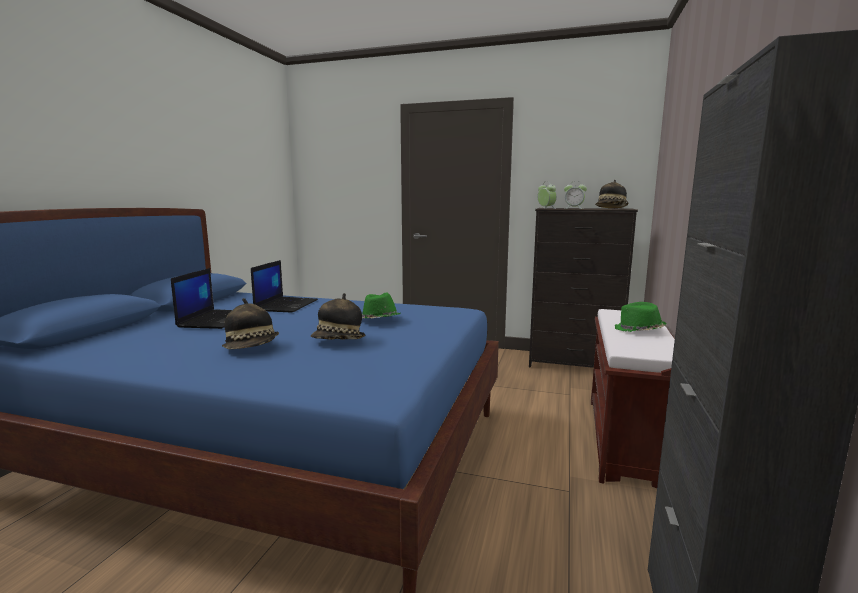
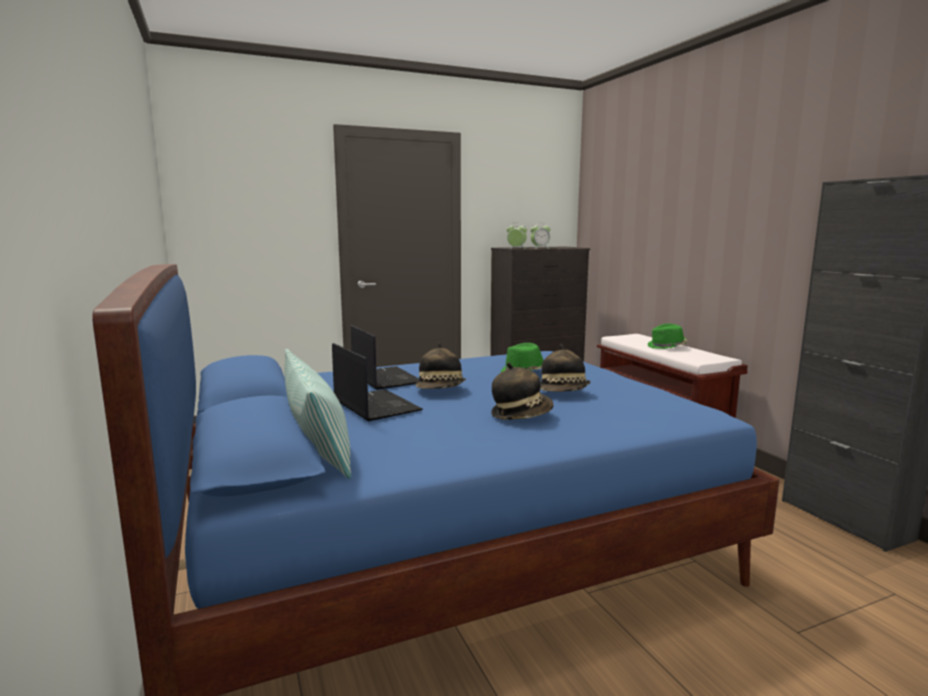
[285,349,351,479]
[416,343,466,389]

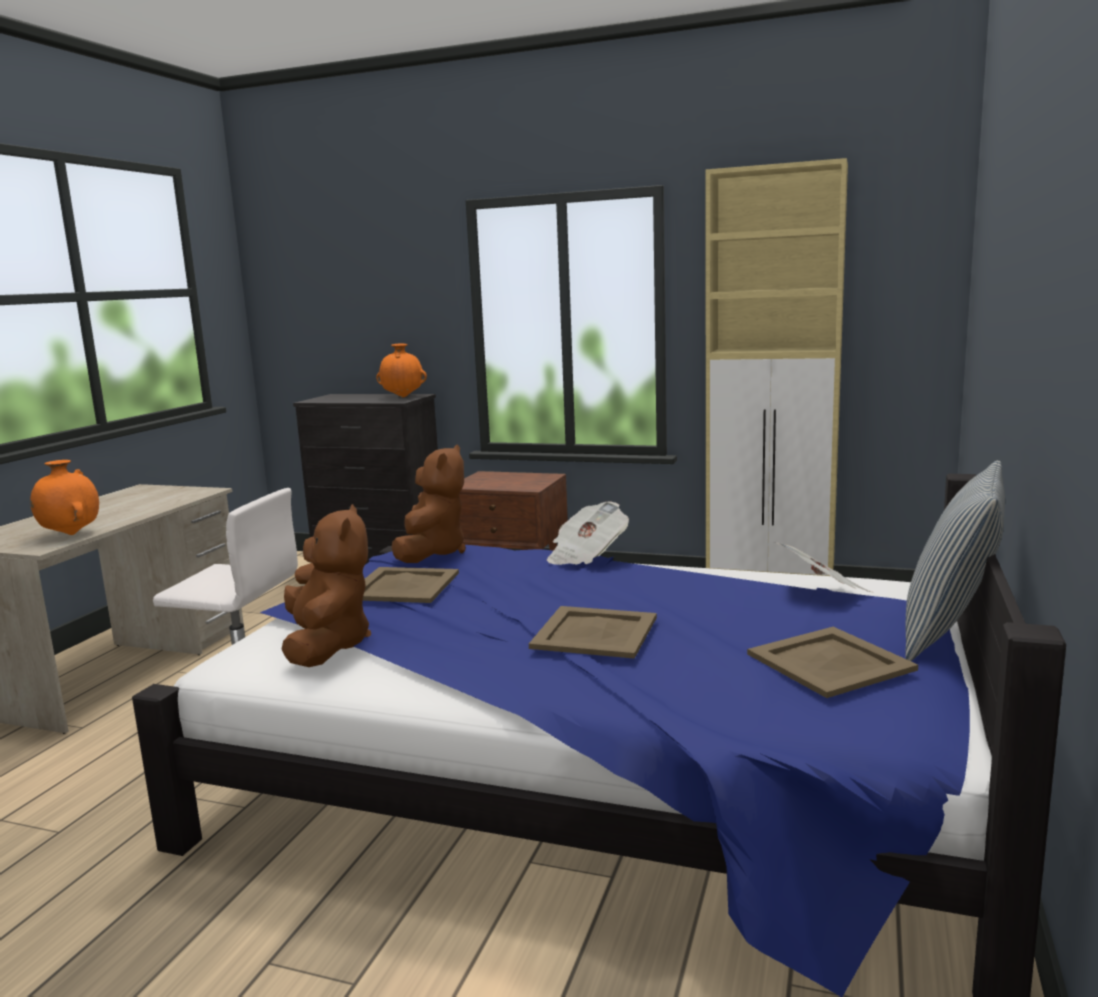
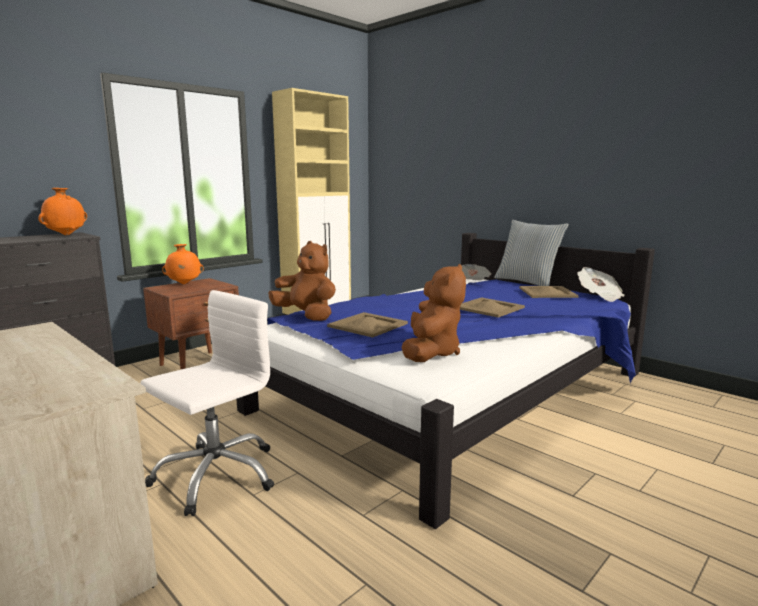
[162,244,204,284]
[401,264,466,362]
[577,267,625,302]

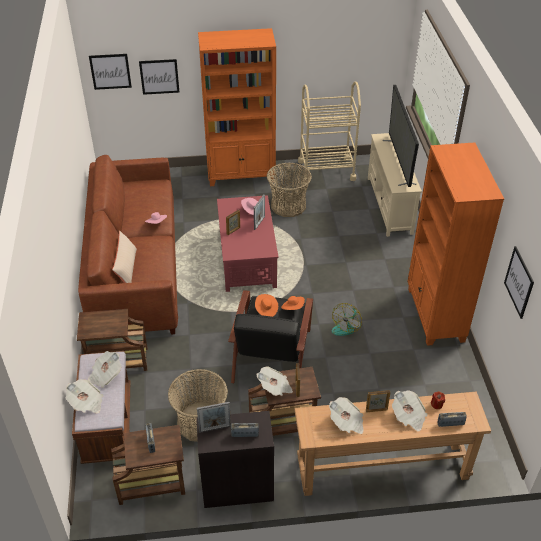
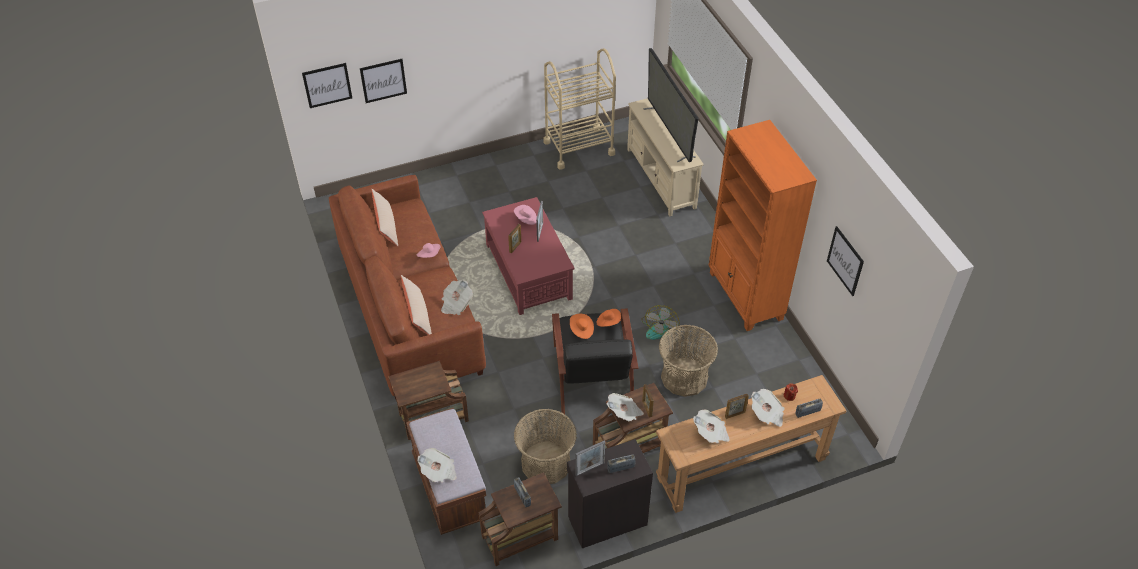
[371,189,398,246]
[441,280,473,315]
[659,325,718,397]
[198,28,276,186] (first image)

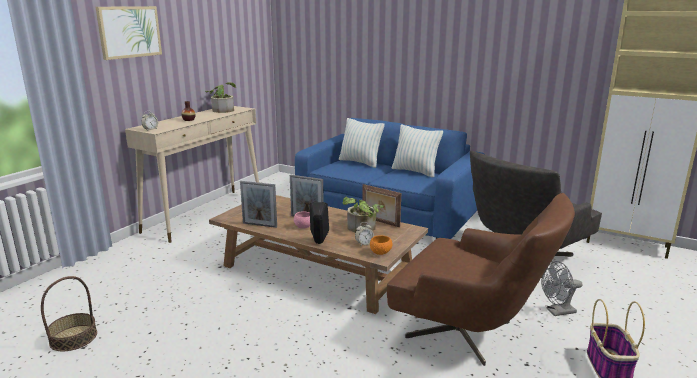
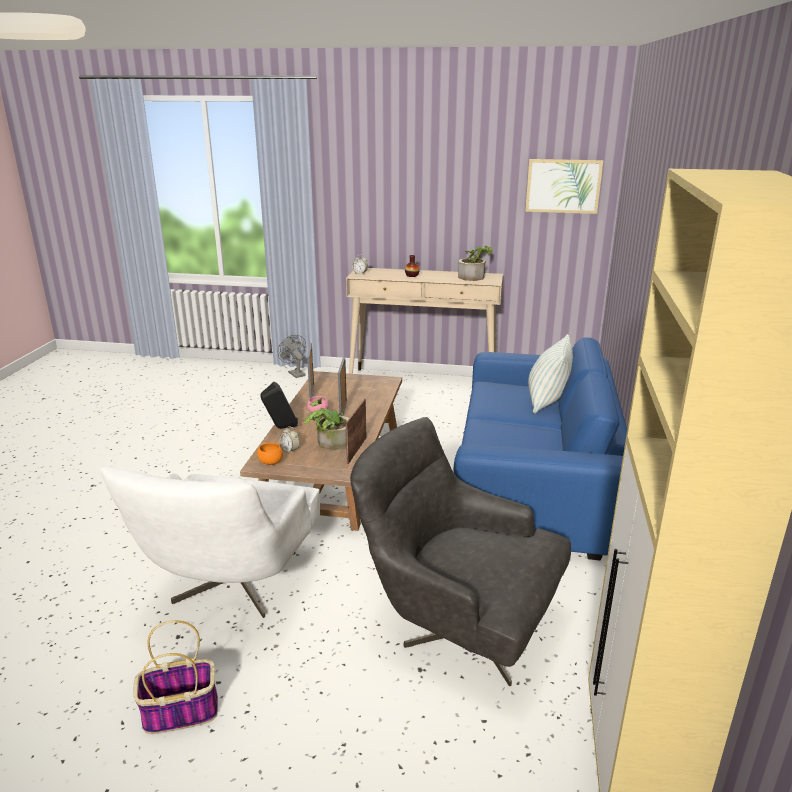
[100,466,320,618]
[278,335,306,378]
[525,159,603,214]
[41,276,97,351] (first image)
[392,124,443,178] (first image)

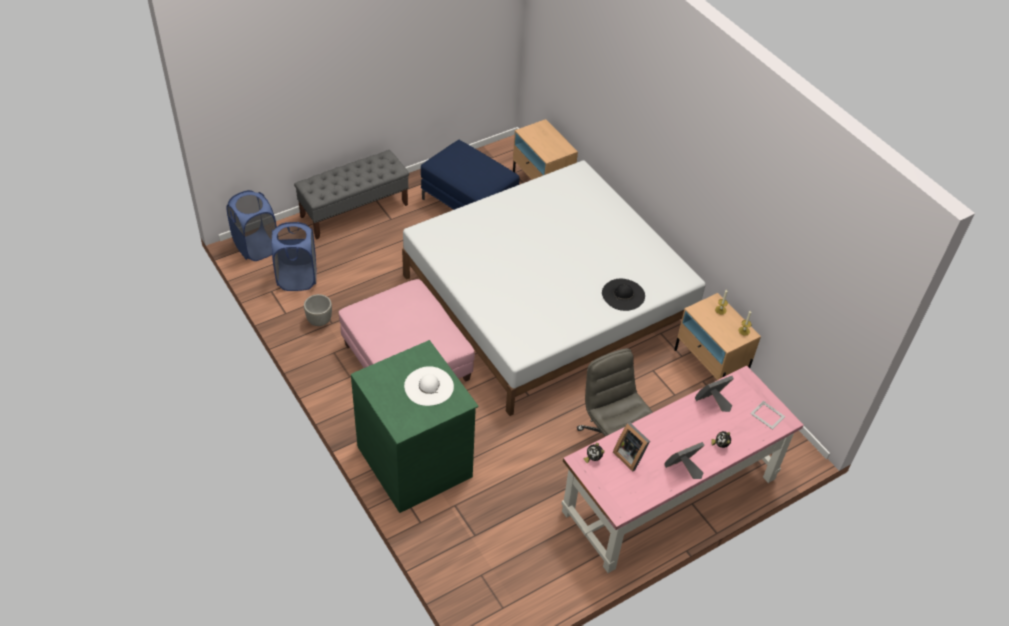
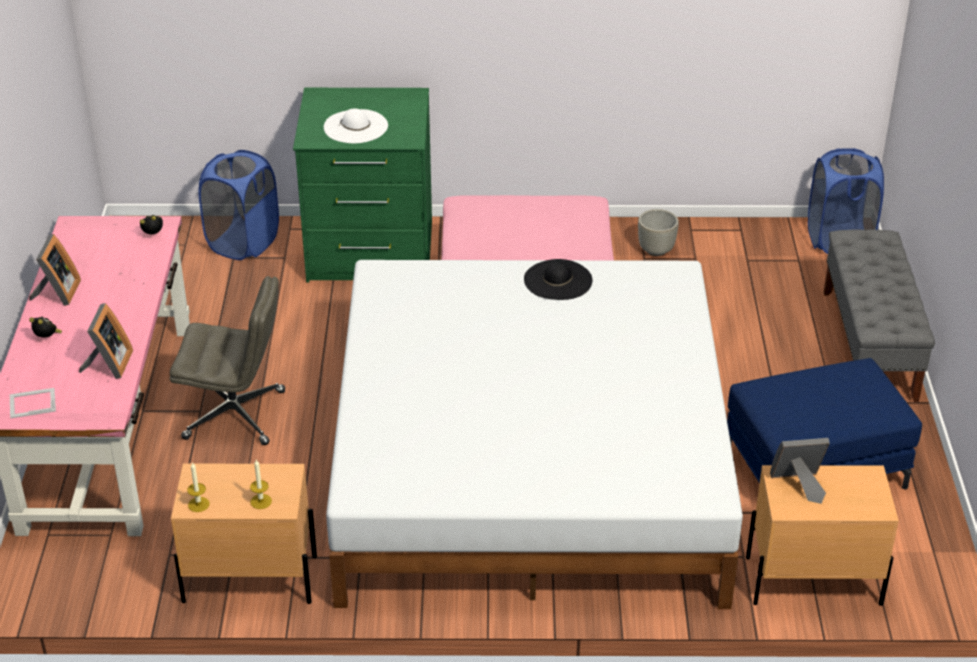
[198,150,279,260]
[524,259,592,300]
[770,438,830,504]

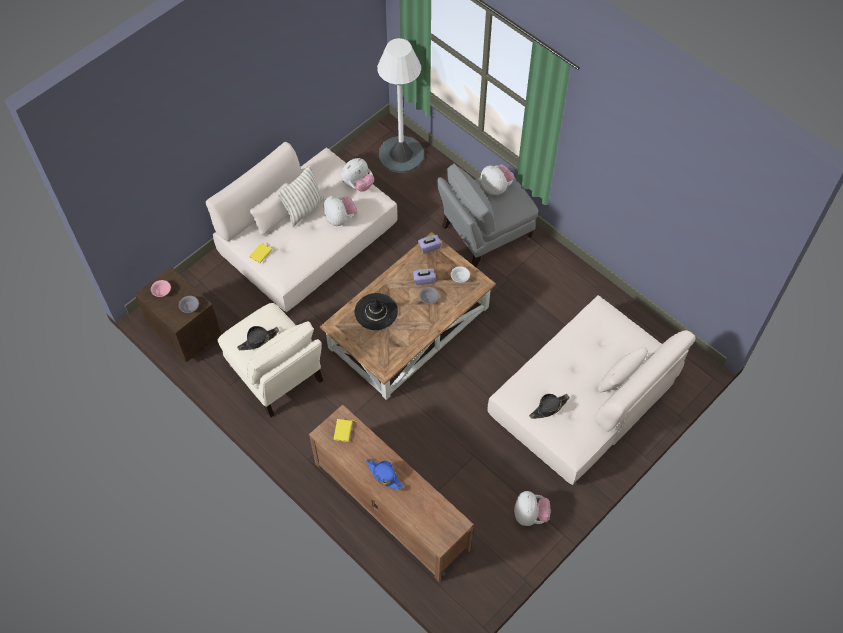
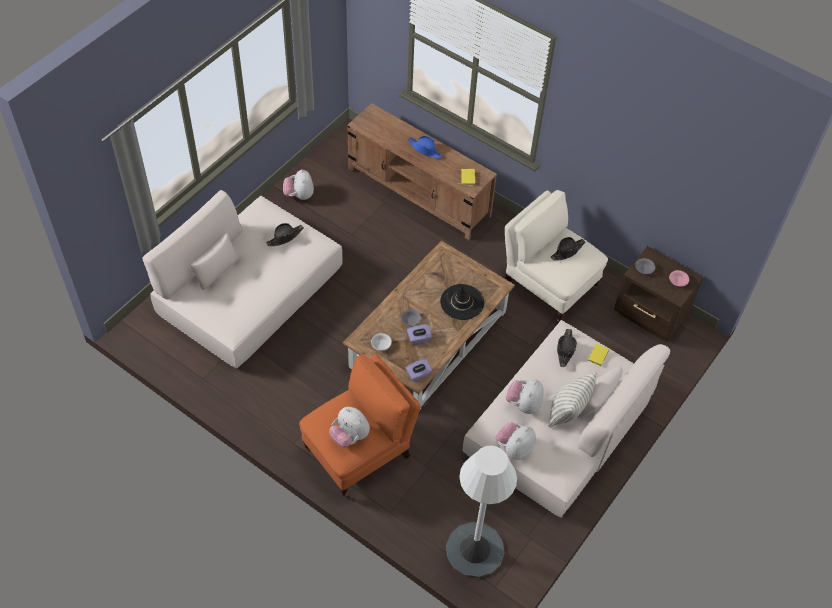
[299,354,420,497]
[506,379,544,414]
[557,329,577,367]

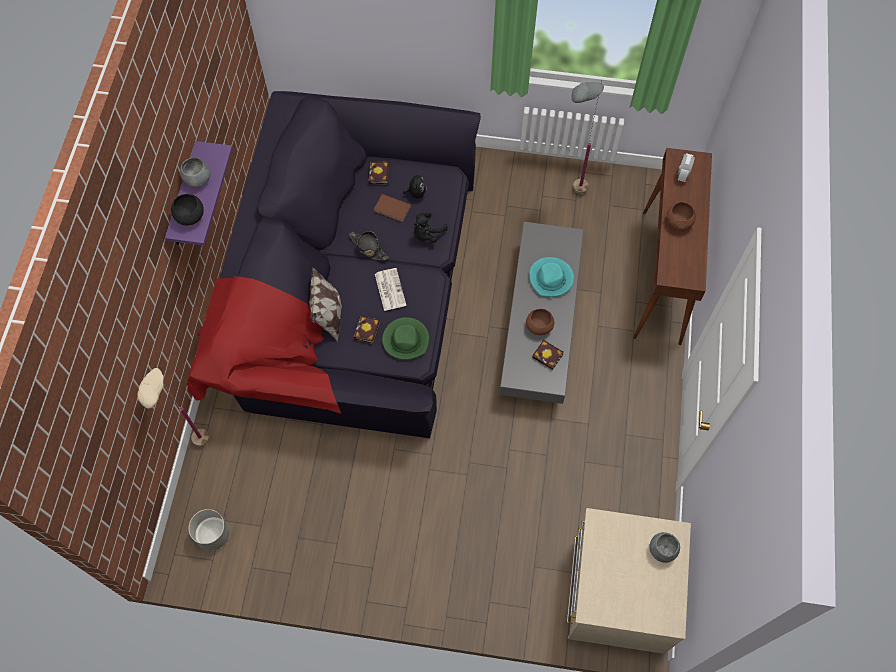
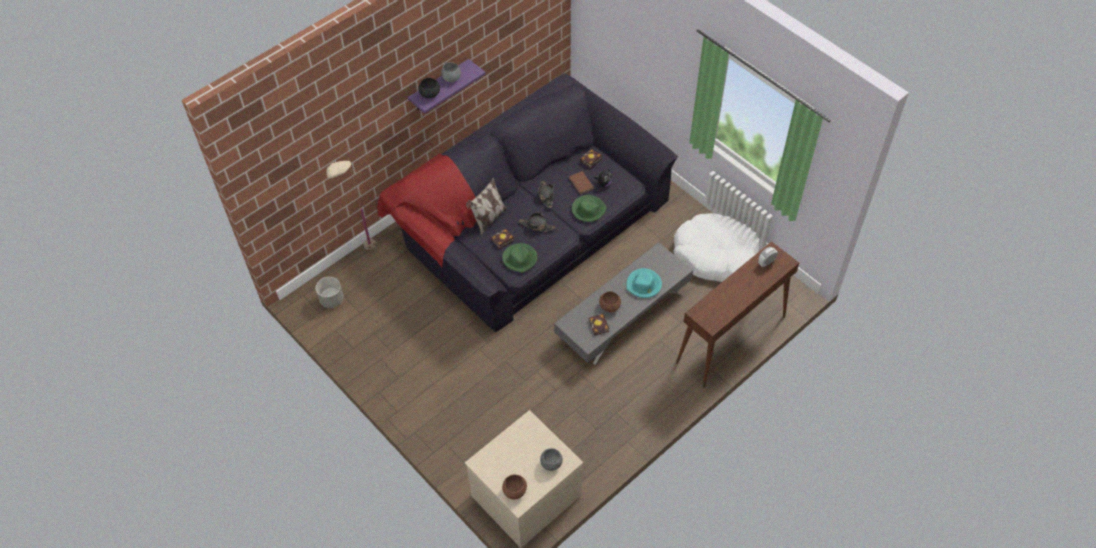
[502,475,527,499]
[519,212,556,232]
[572,195,607,222]
[673,213,760,282]

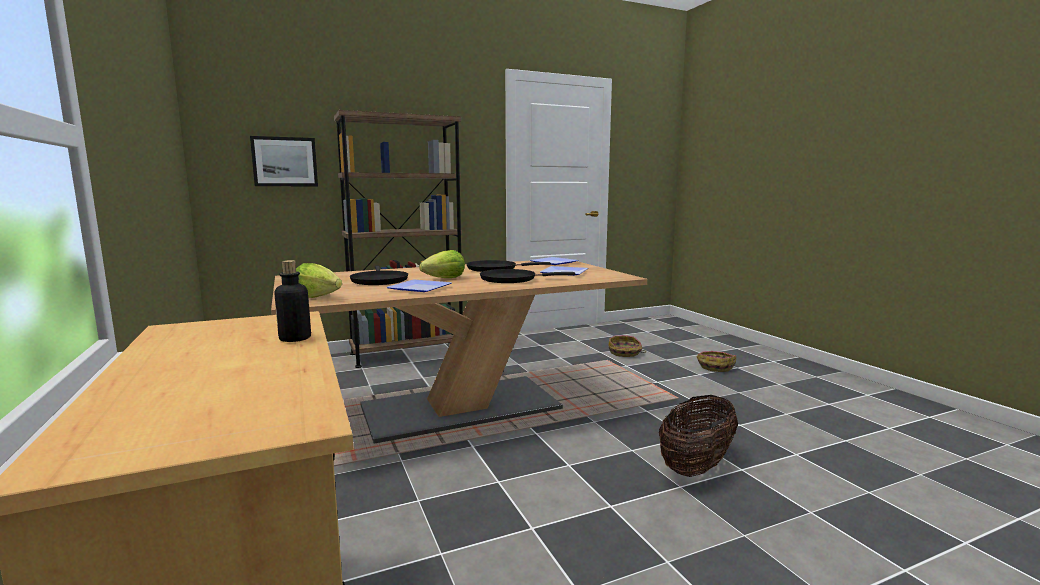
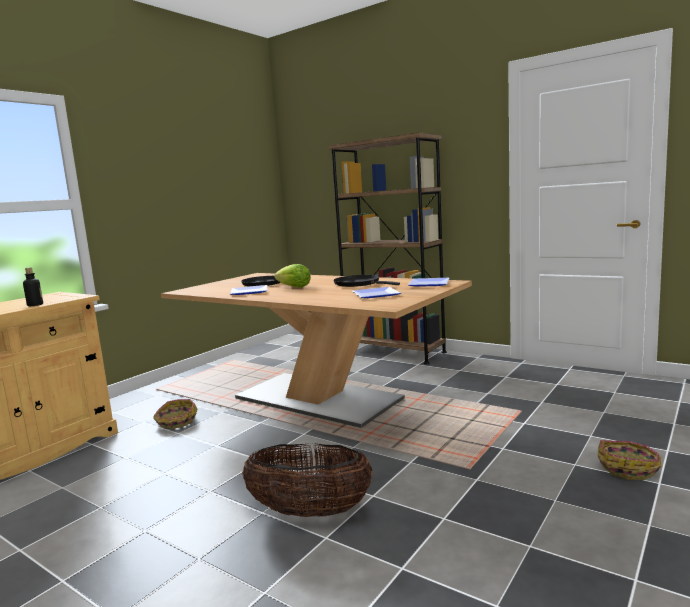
[153,399,198,429]
[250,136,318,186] (first image)
[296,263,342,298] (first image)
[480,269,575,283] (first image)

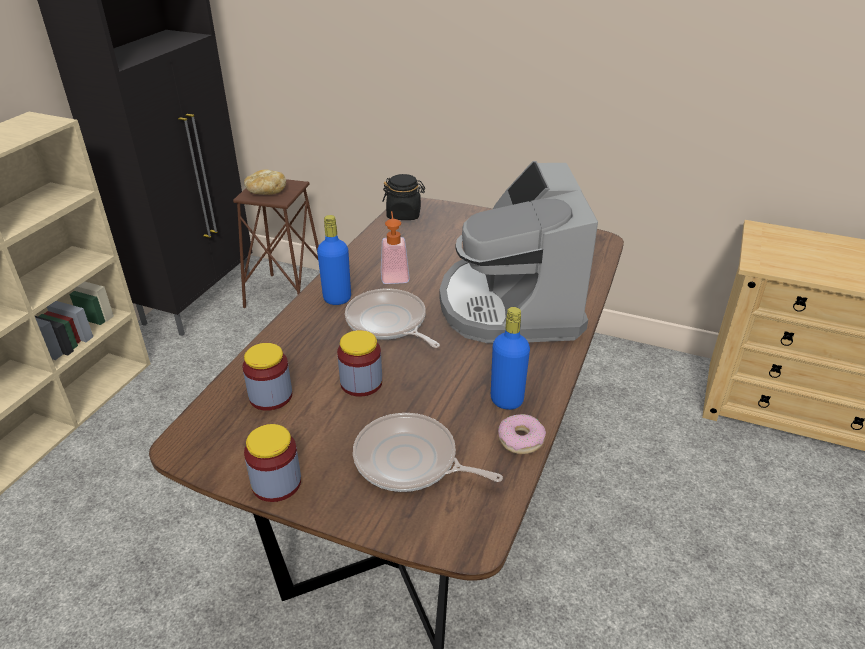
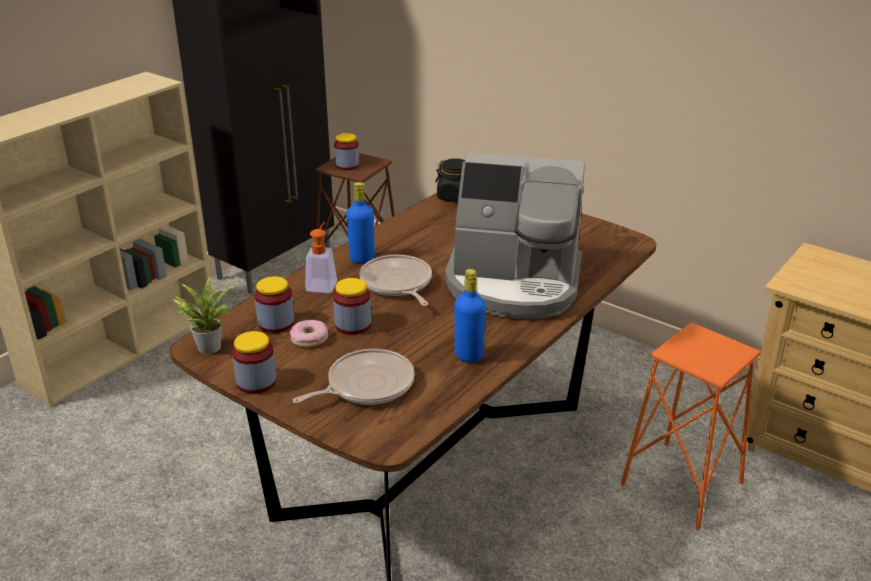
[172,277,237,354]
[290,320,328,348]
[293,349,415,405]
[305,222,337,293]
[334,133,359,170]
[445,153,585,319]
[621,322,761,530]

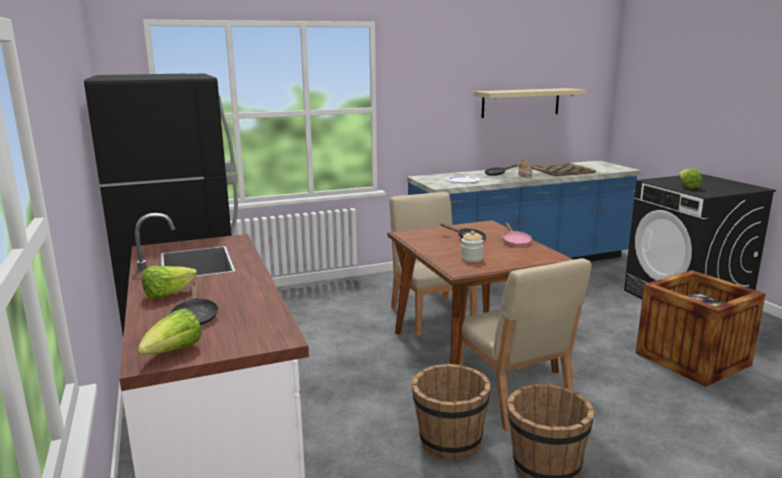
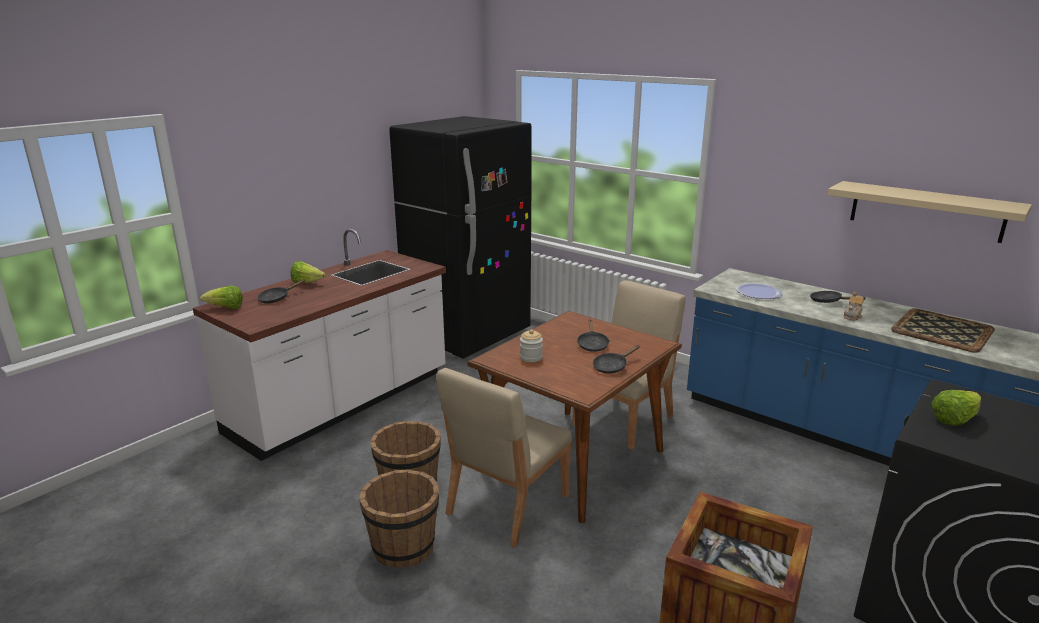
[593,345,640,374]

